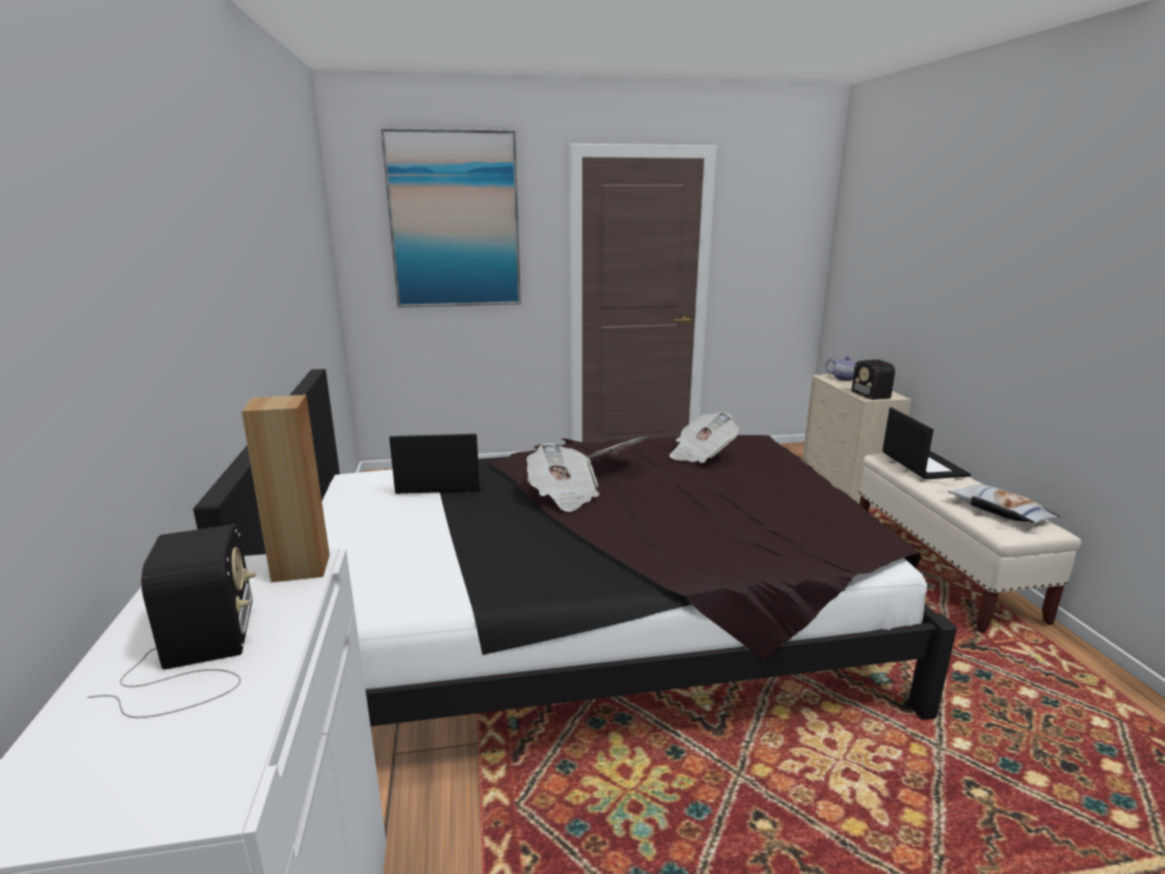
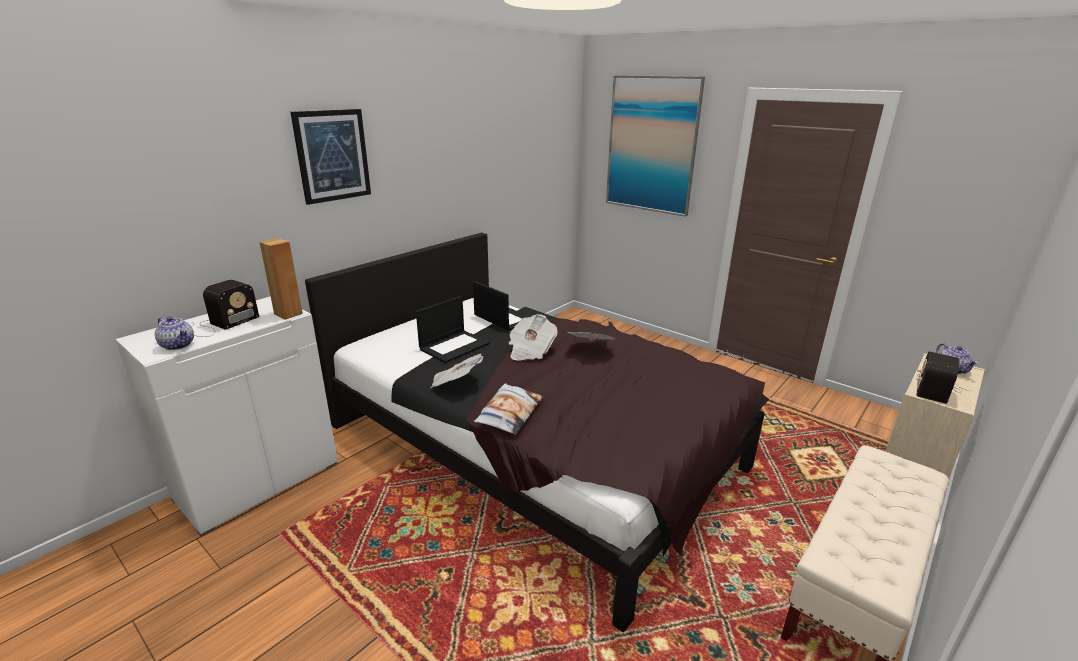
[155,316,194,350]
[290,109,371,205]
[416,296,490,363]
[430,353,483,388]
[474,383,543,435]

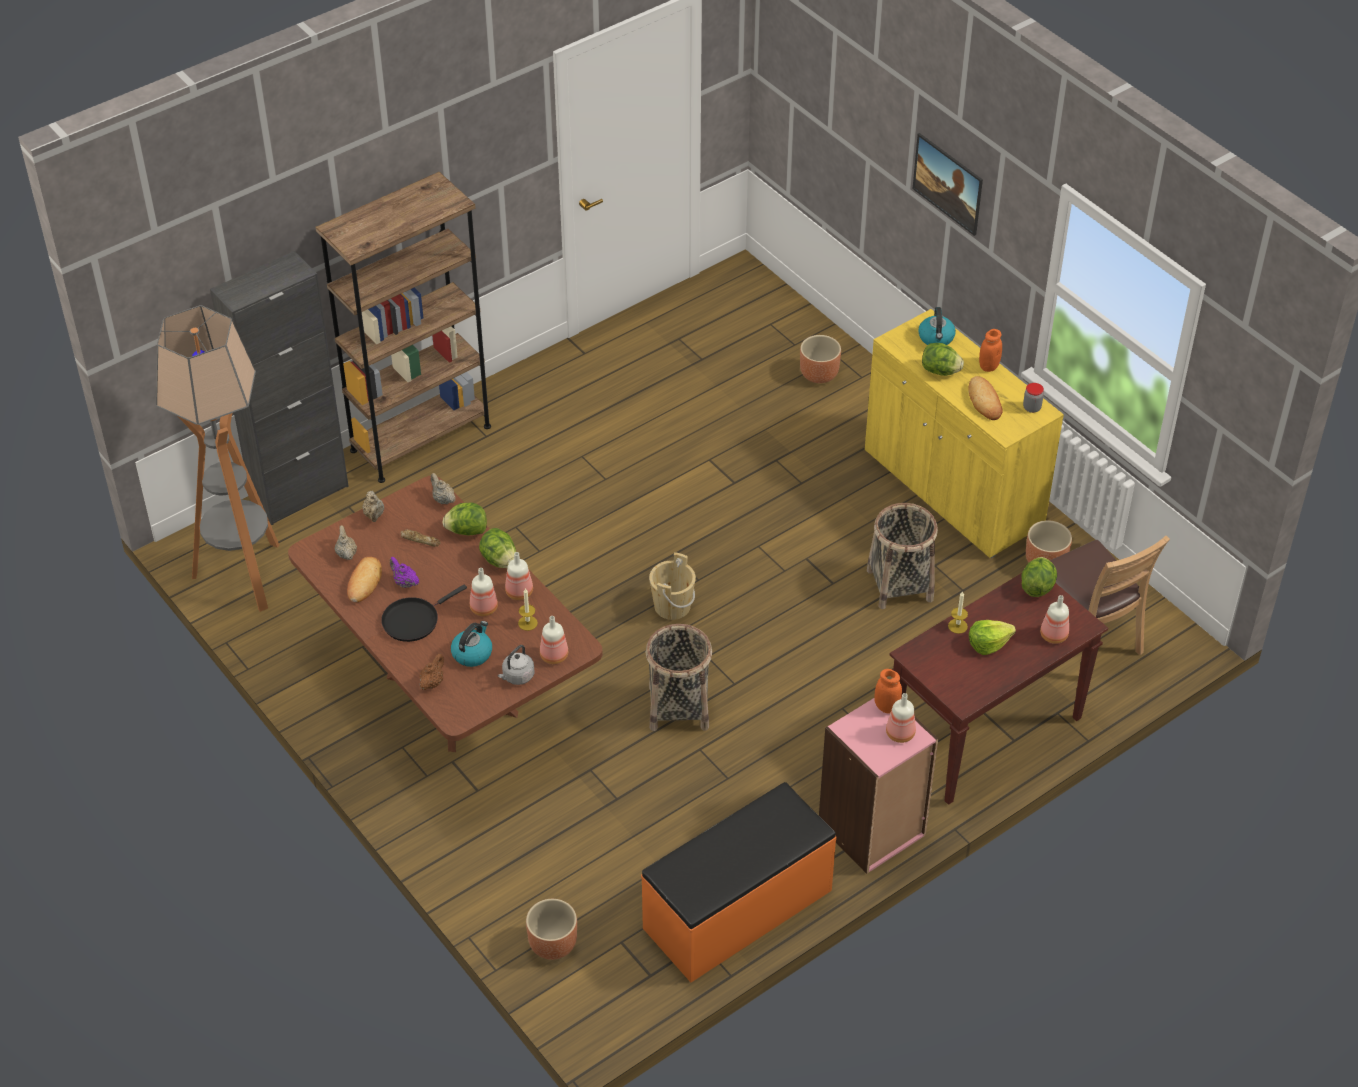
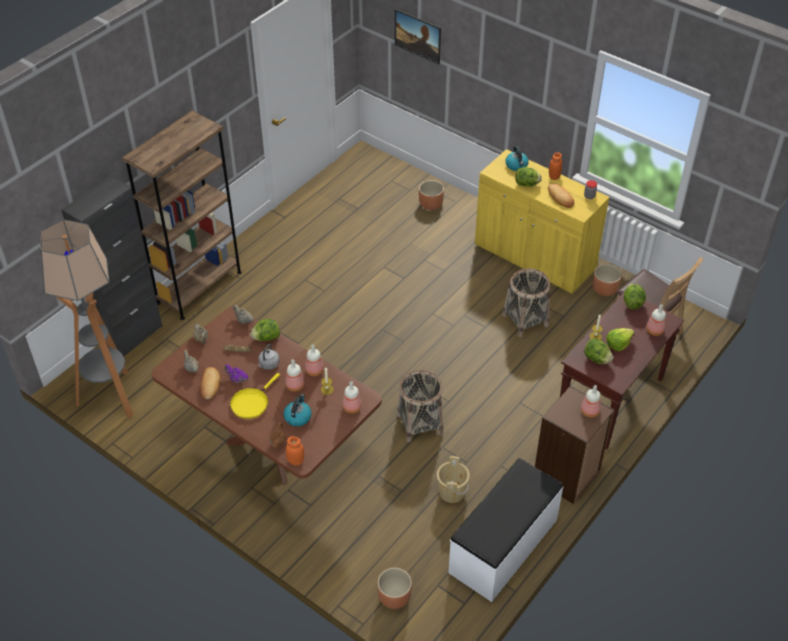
[230,373,280,419]
[259,344,279,370]
[286,436,304,465]
[395,9,441,64]
[437,456,470,503]
[448,458,564,602]
[535,385,614,504]
[584,338,613,364]

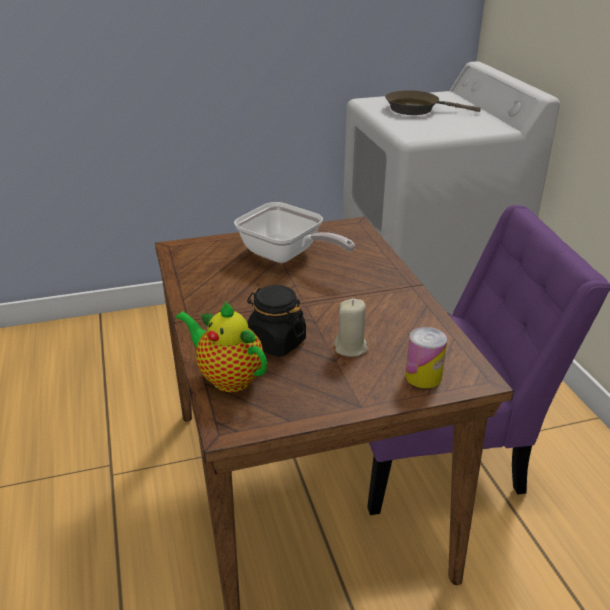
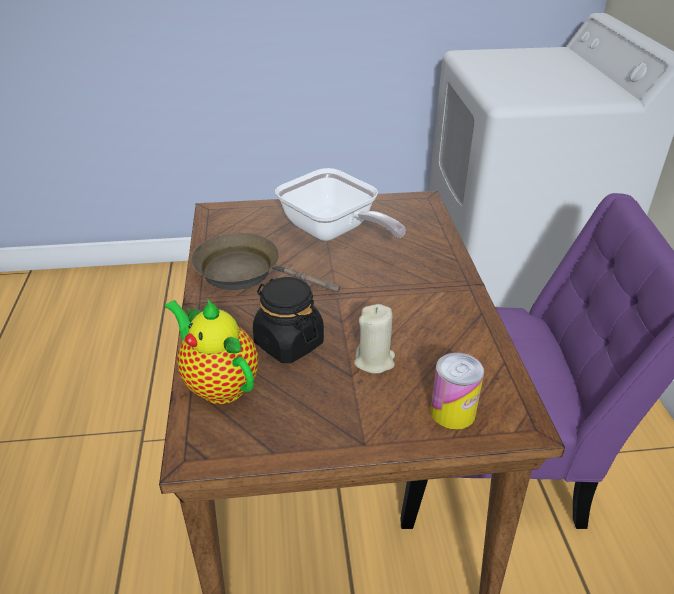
[191,233,340,292]

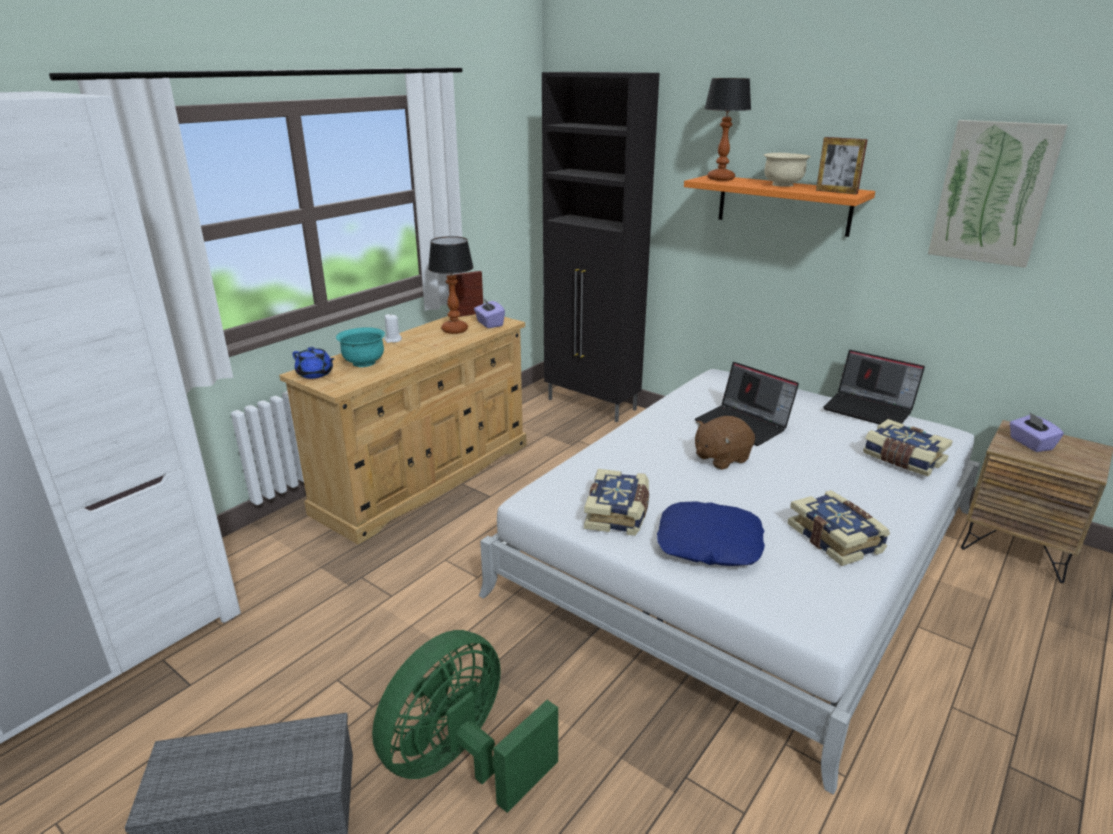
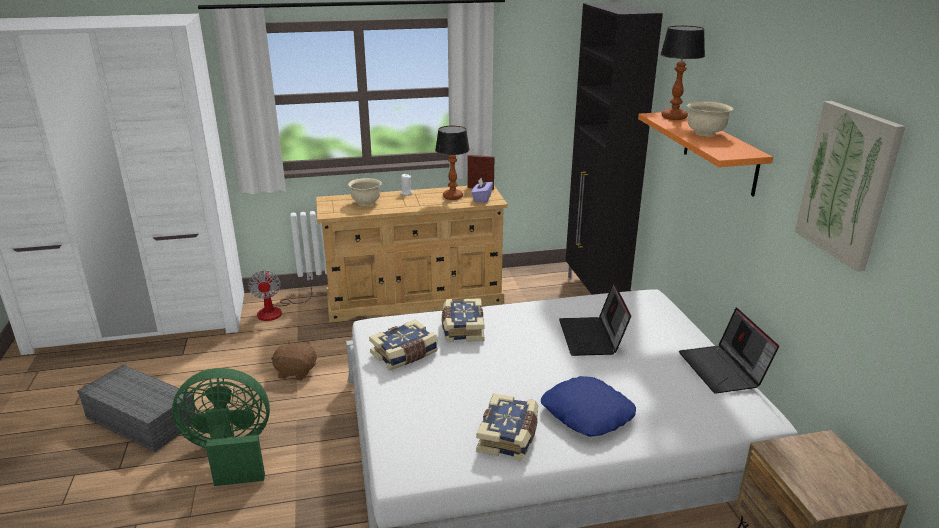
[248,270,313,321]
[271,340,317,381]
[348,178,382,206]
[442,298,485,342]
[541,376,636,437]
[292,347,335,379] (first image)
[816,137,868,195] (first image)
[1009,412,1064,452] (first image)

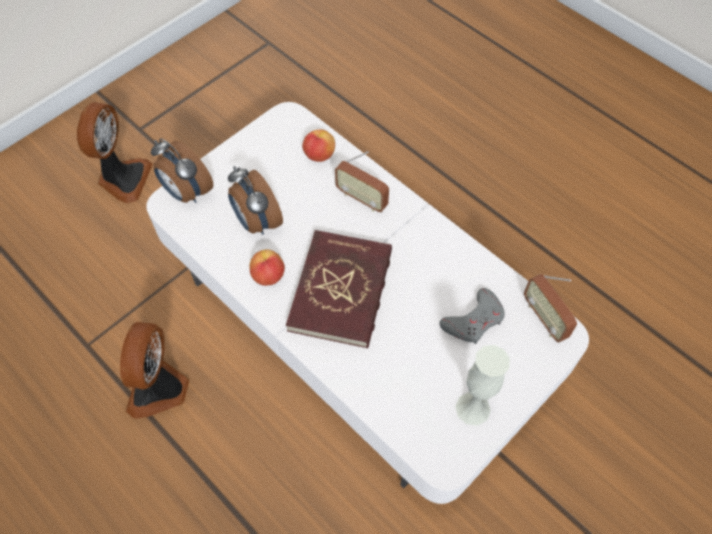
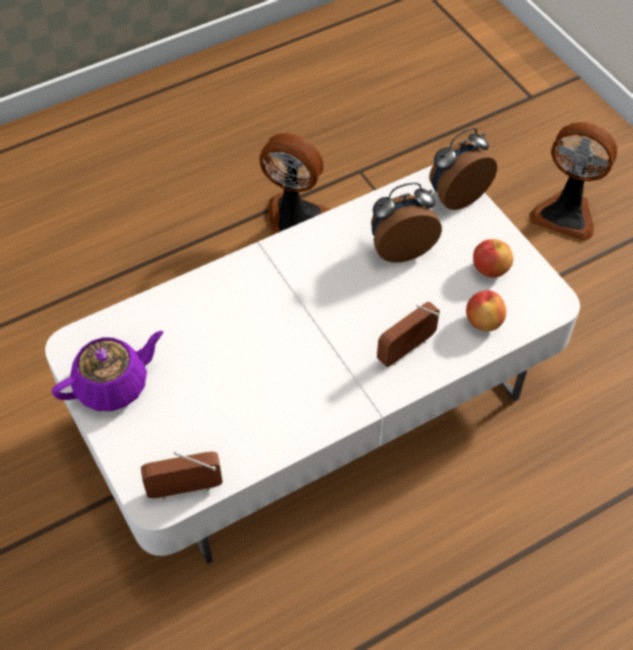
[52,331,163,411]
[473,239,513,278]
[286,230,392,348] (first image)
[440,288,505,344] (first image)

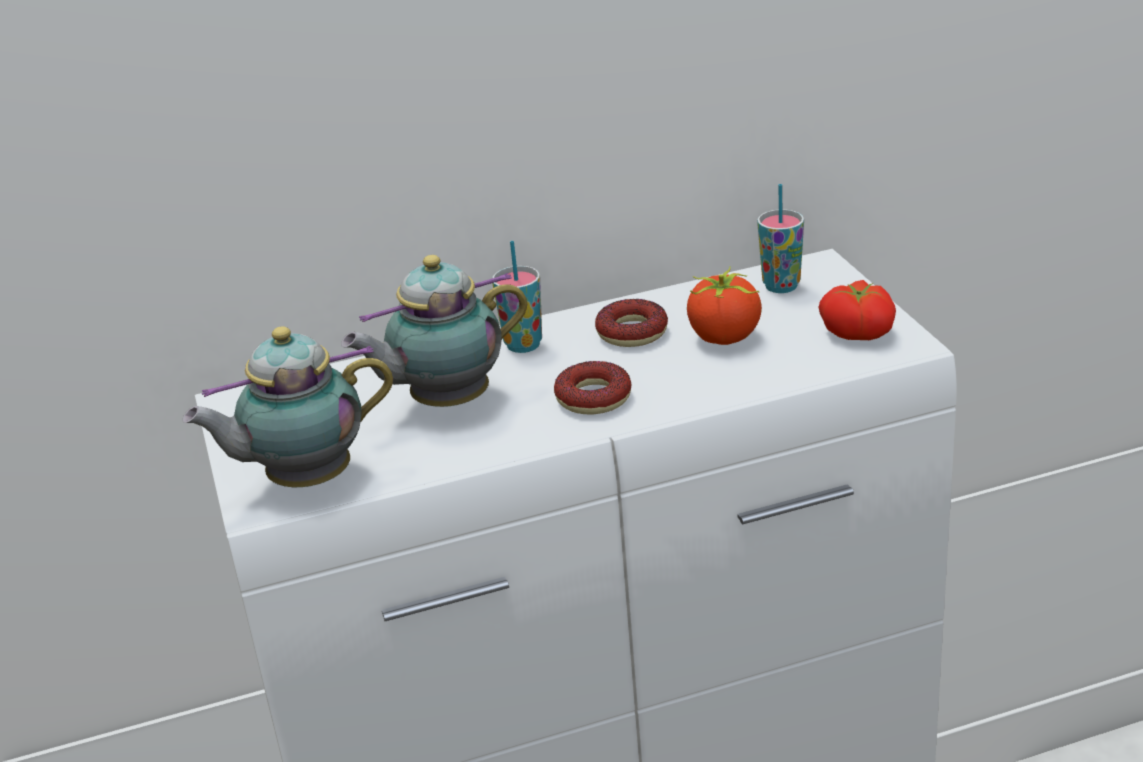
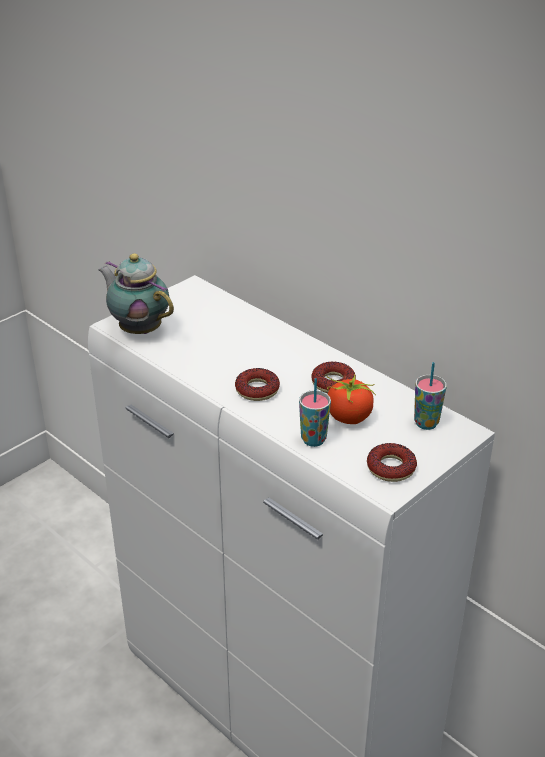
[299,378,331,447]
[367,443,417,482]
[341,255,527,407] (first image)

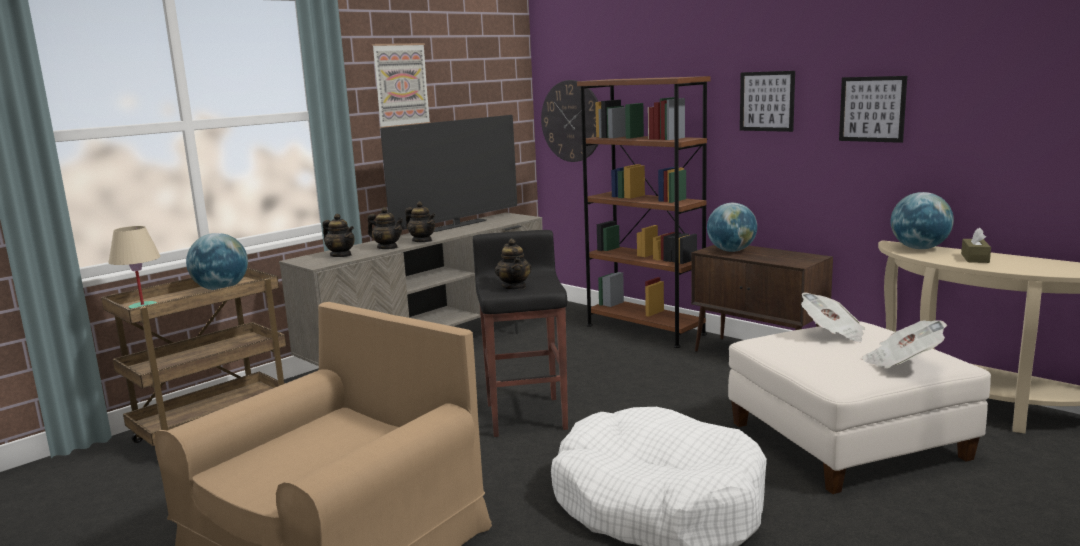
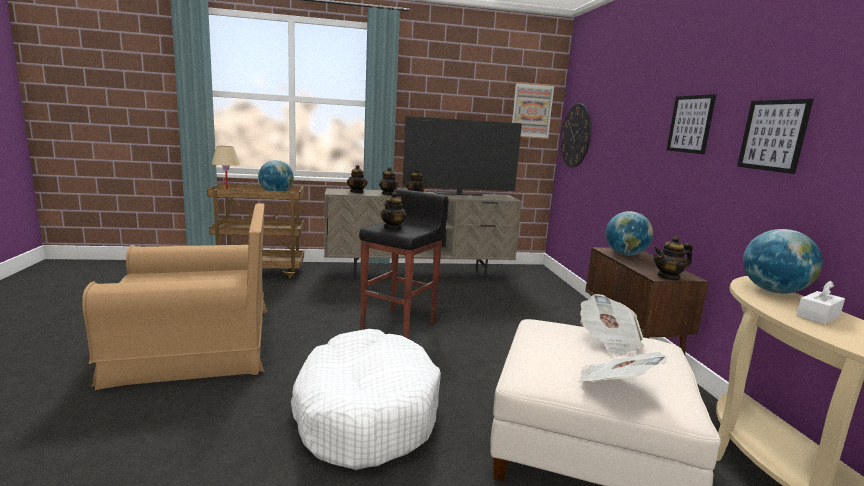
[512,82,555,139]
[653,236,693,281]
[796,280,845,325]
[577,76,711,348] (first image)

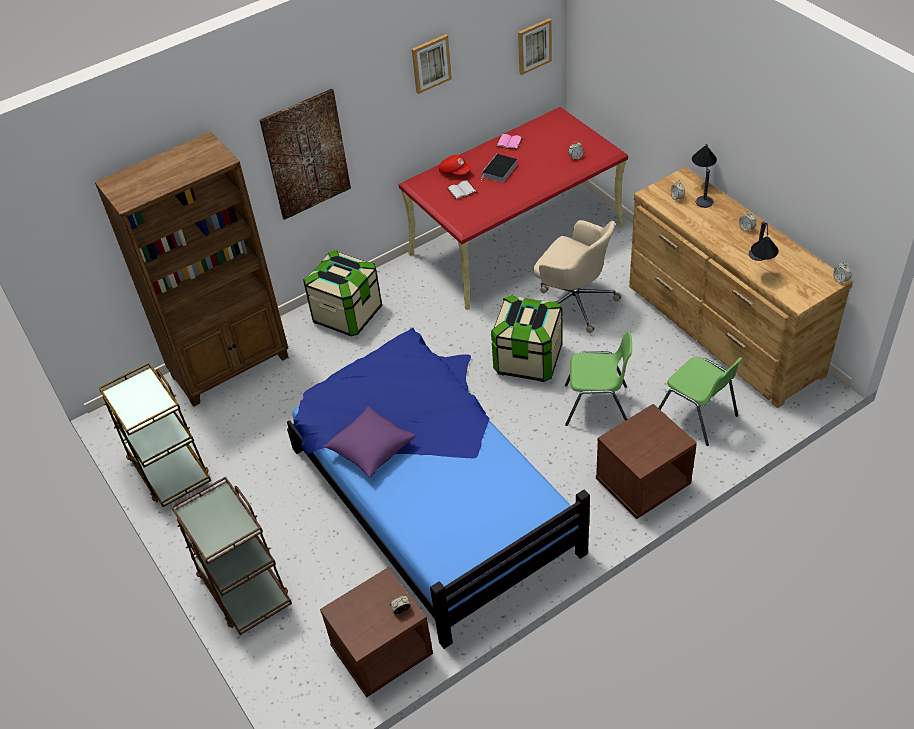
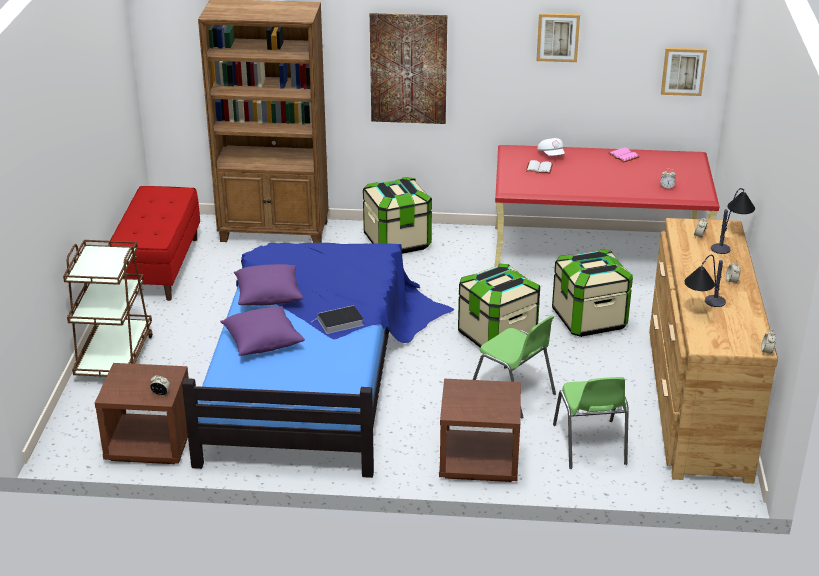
[108,186,200,301]
[220,306,305,356]
[311,305,364,334]
[537,138,565,156]
[552,249,633,337]

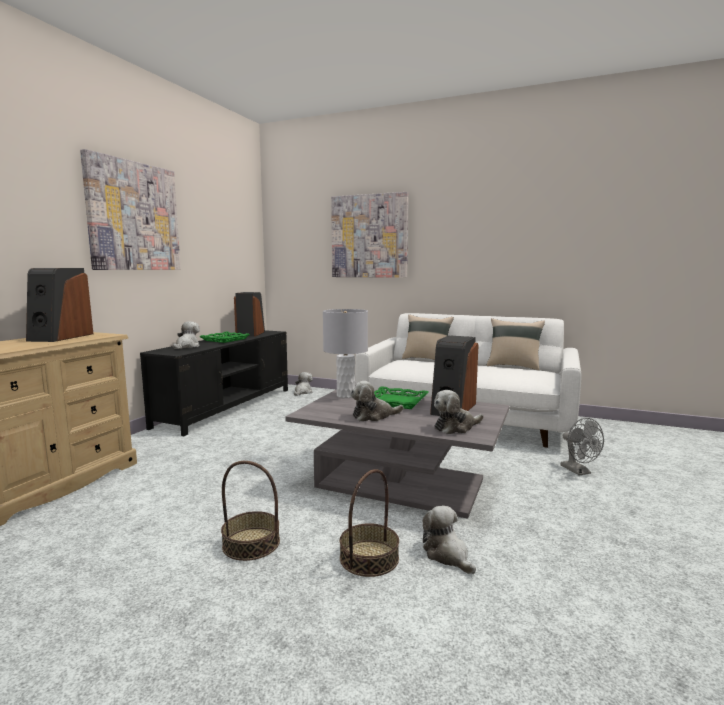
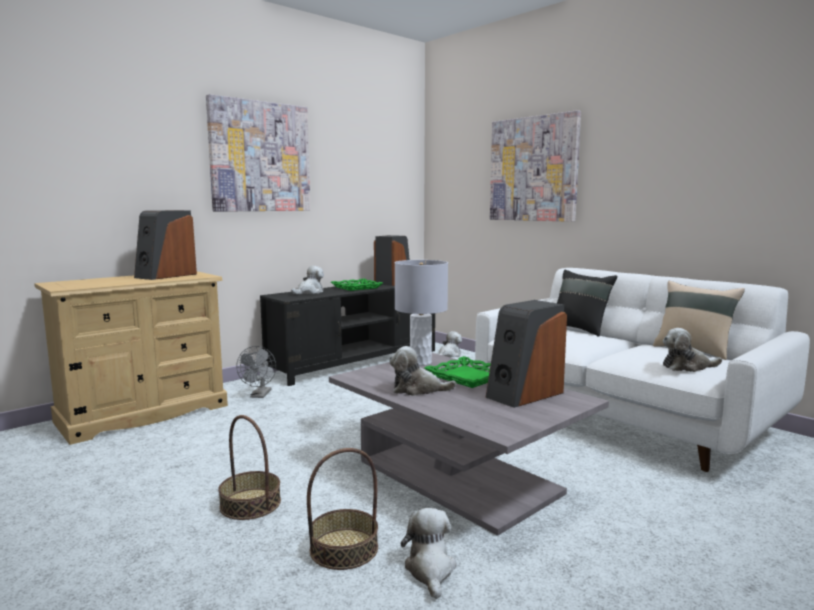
[236,346,276,398]
[557,270,617,337]
[663,328,722,372]

